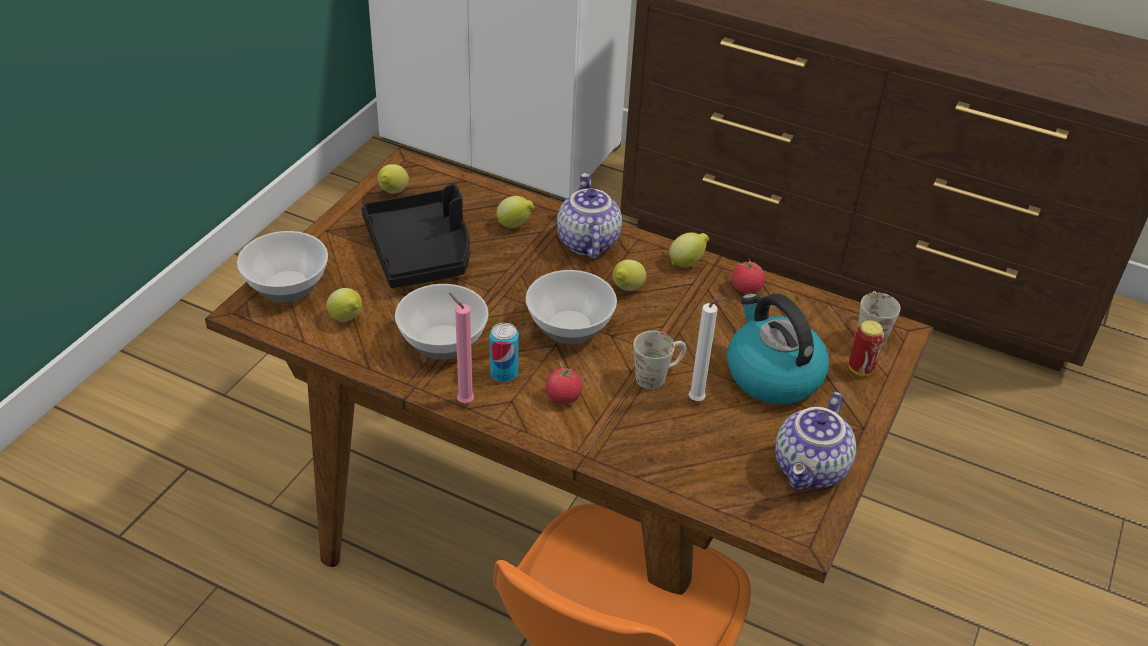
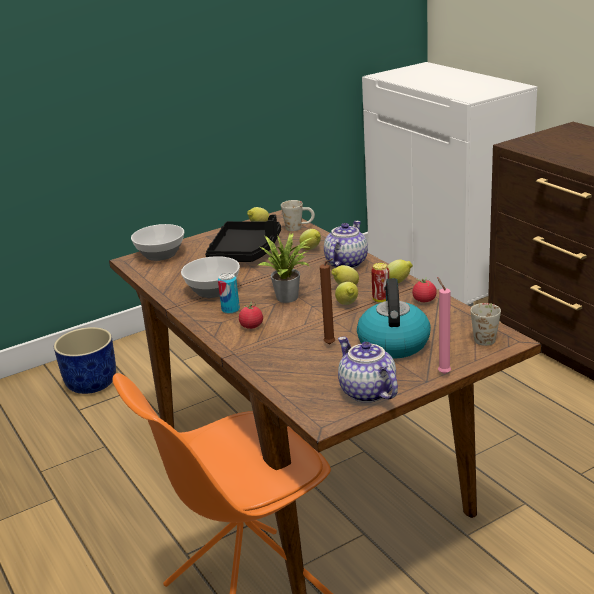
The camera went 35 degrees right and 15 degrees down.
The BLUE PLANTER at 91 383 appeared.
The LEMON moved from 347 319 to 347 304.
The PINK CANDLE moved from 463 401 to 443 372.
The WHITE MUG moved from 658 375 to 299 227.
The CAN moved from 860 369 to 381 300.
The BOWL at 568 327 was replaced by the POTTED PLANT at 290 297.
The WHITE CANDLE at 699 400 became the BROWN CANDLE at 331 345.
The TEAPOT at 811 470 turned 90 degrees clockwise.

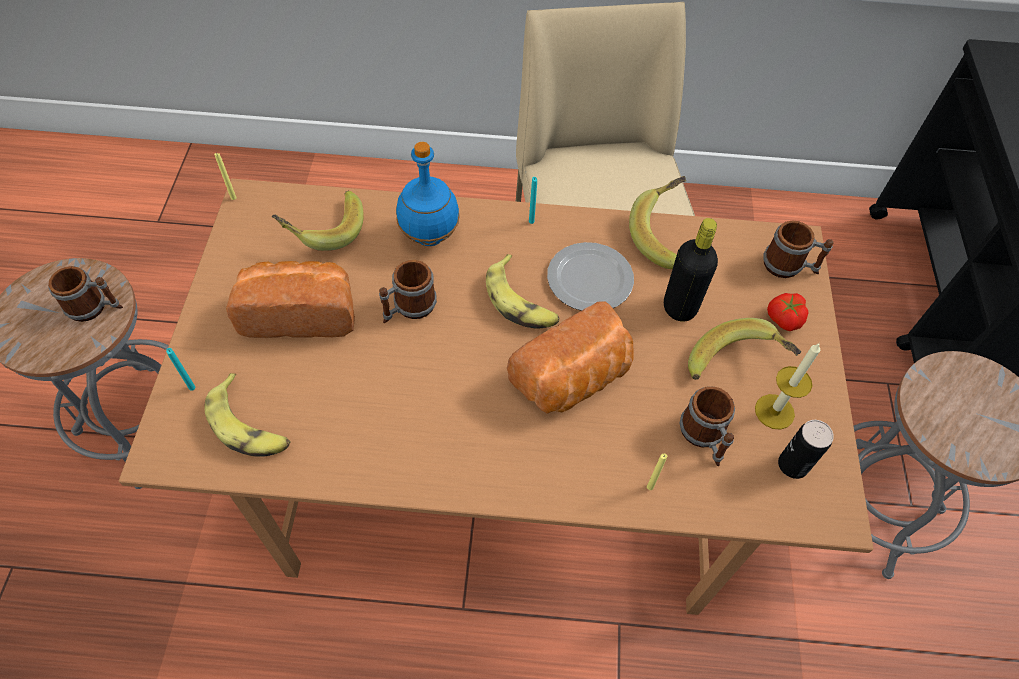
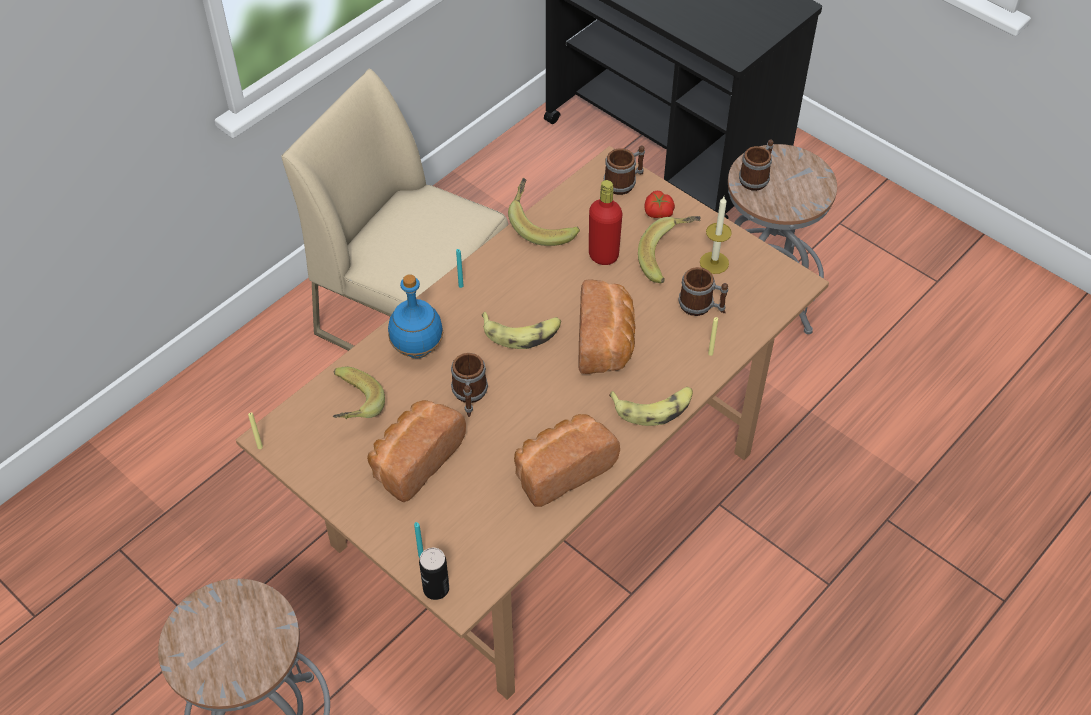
The camera went 50 degrees left and 5 degrees down.
The PLATE at 589 280 disappeared.
The BREAD at 561 469 appeared.
The MUG moved from 95 307 to 756 177.
The BANANA moved from 249 425 to 654 407.
The CAN moved from 793 465 to 436 588.
The BLACK BOTTLE at 679 307 became the RED BOTTLE at 603 255.

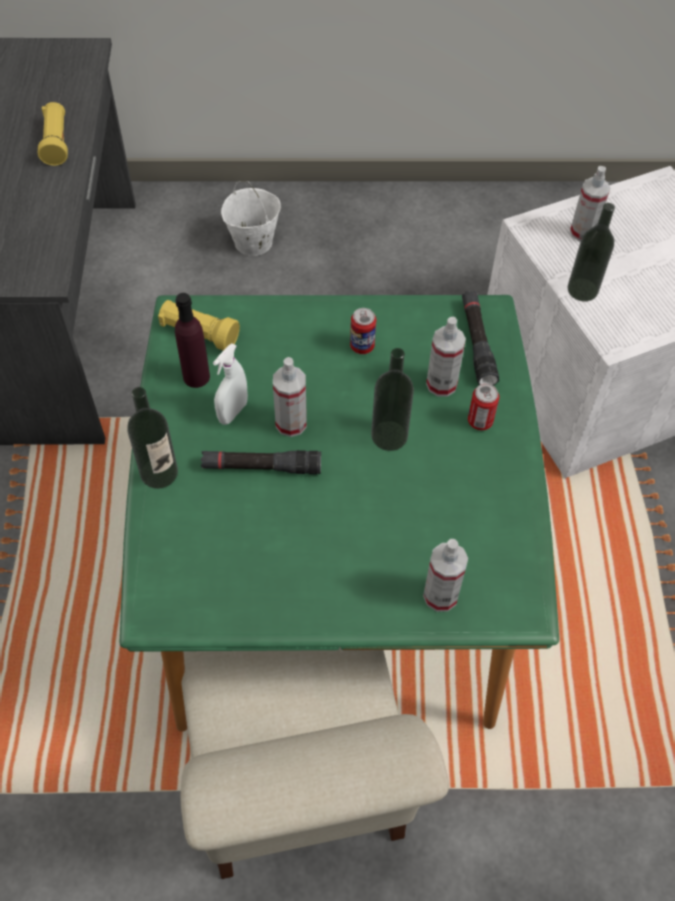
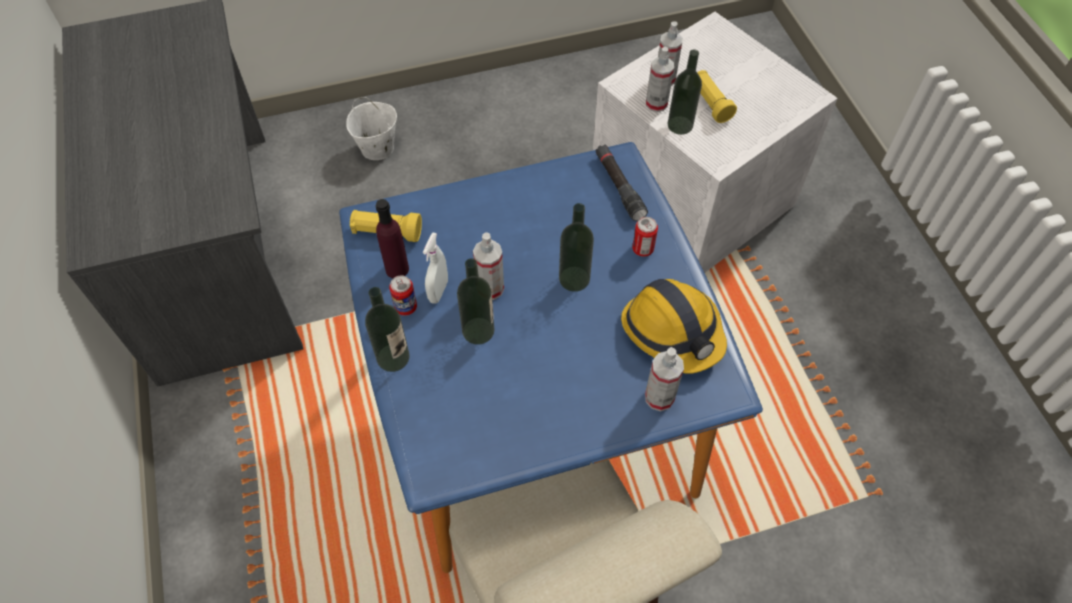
The camera went 15 degrees left and 0 degrees up.
The HARD HAT at 673 331 appeared.
The YELLOW FLASHLIGHT moved from 56 143 to 710 103.
The CAN moved from 362 346 to 406 307.
The SPRAY BOTTLE moved from 441 384 to 656 104.
The BLACK FLASHLIGHT at 261 467 was replaced by the BOTTLE at 478 331.
The GREEN DINING TABLE at 333 585 became the BLUE DINING TABLE at 535 417.

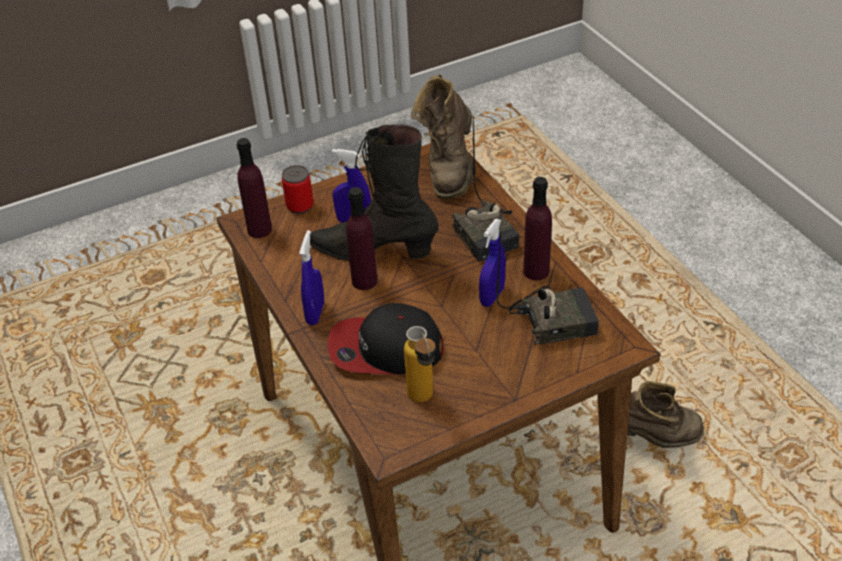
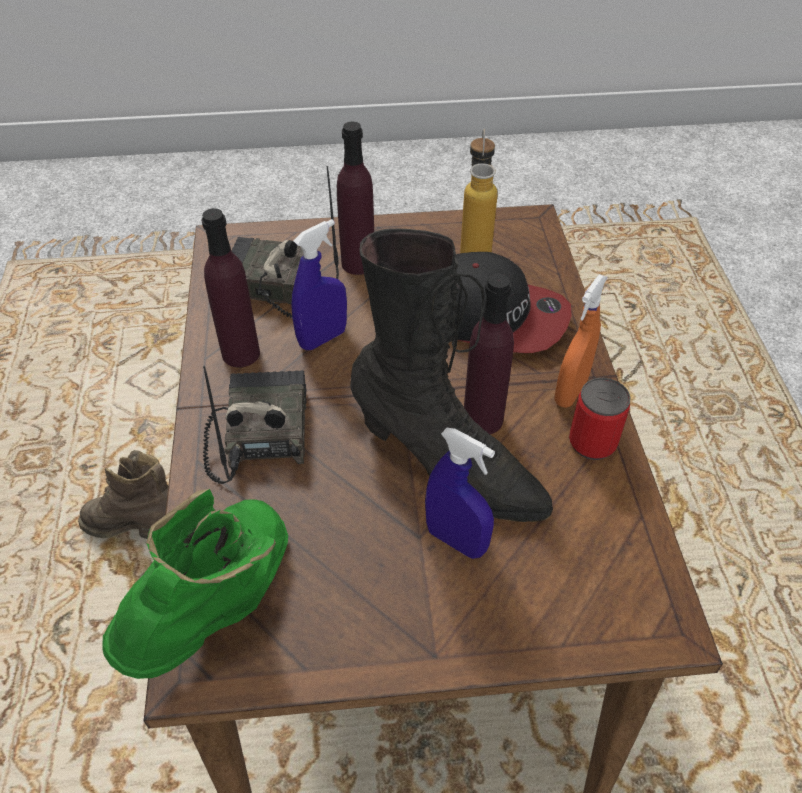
The camera went 160 degrees left and 5 degrees up.
The PURPLE BOTTLE moved from 259 230 to 358 263.
The CAN moved from 300 206 to 592 443.
The BLUE SPRAY BOTTLE at 315 313 became the ORANGE SPRAY BOTTLE at 570 391.
The BROWN BOOT at 449 168 became the GREEN BOOT at 220 609.

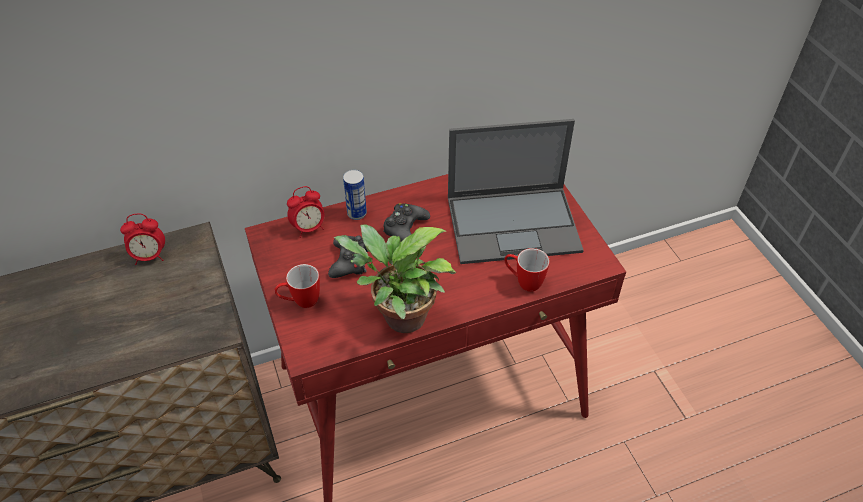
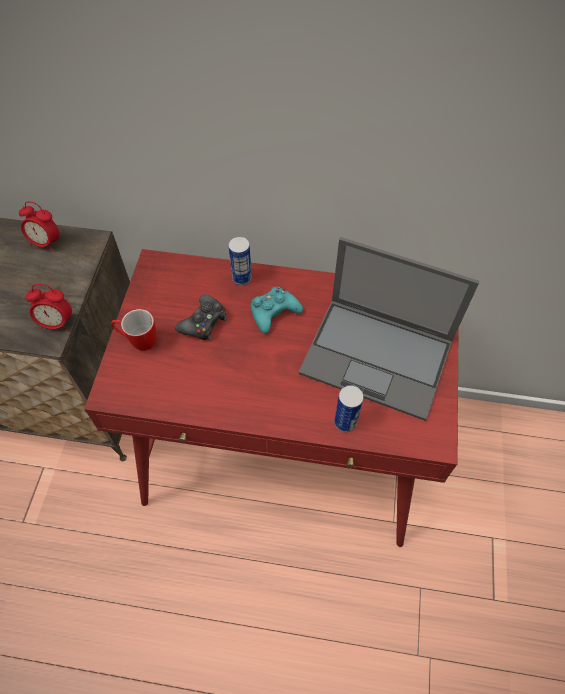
The camera went 30 degrees right and 10 degrees up.
The POTTED PLANT at 399 318 disappeared.
The ALARM CLOCK moved from 309 228 to 57 323.
The MUG at 523 282 was replaced by the CAN at 345 422.
The BLACK GAME CONTROLLER at 405 228 became the TURQUOISE GAME CONTROLLER at 274 312.

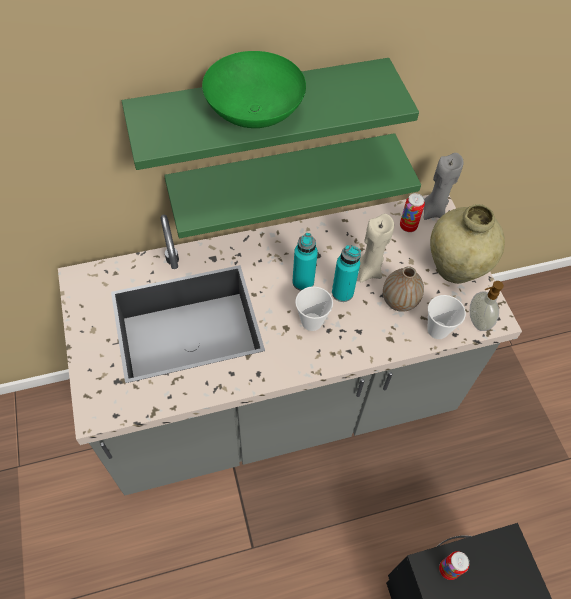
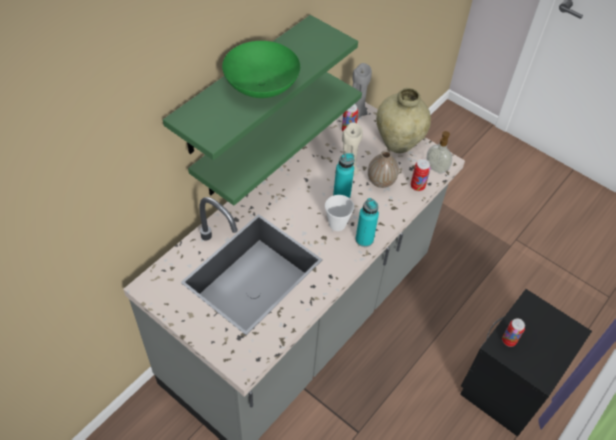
The camera went 35 degrees left and 5 degrees down.
The TURQUOISE BOTTLE moved from 303 282 to 364 239.
The CUP at 437 330 was replaced by the CAN at 417 186.

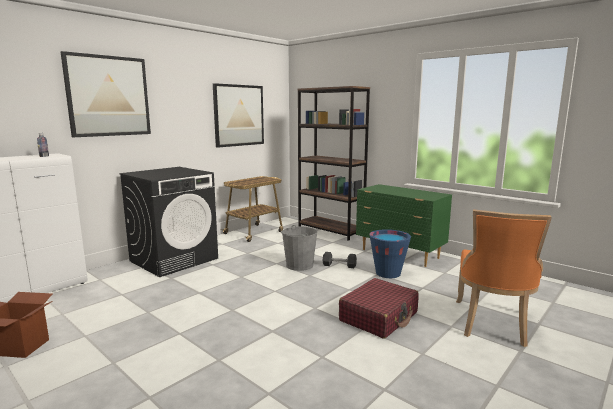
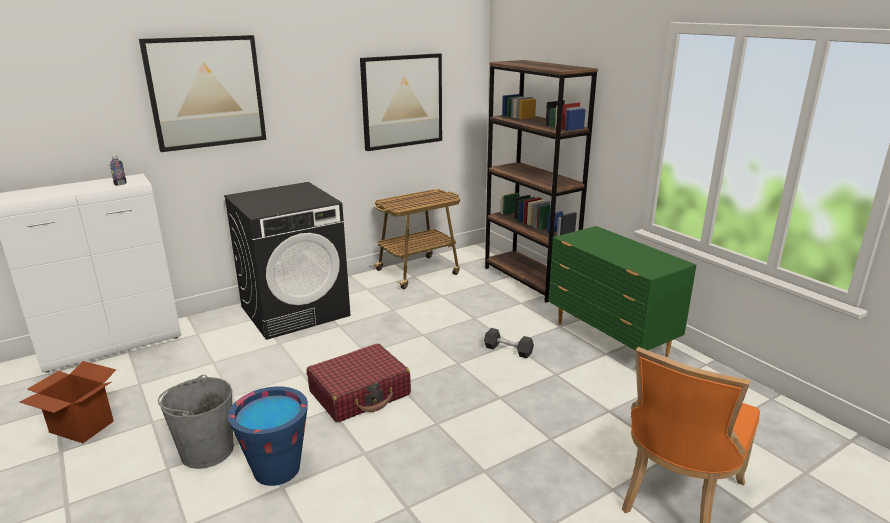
The camera went 15 degrees right and 10 degrees up.
The GREY BUCKET moved from 299 265 to 206 451.
The RED SUITCASE moved from 379 317 to 360 393.
The BLUE BUCKET moved from 388 273 to 277 469.

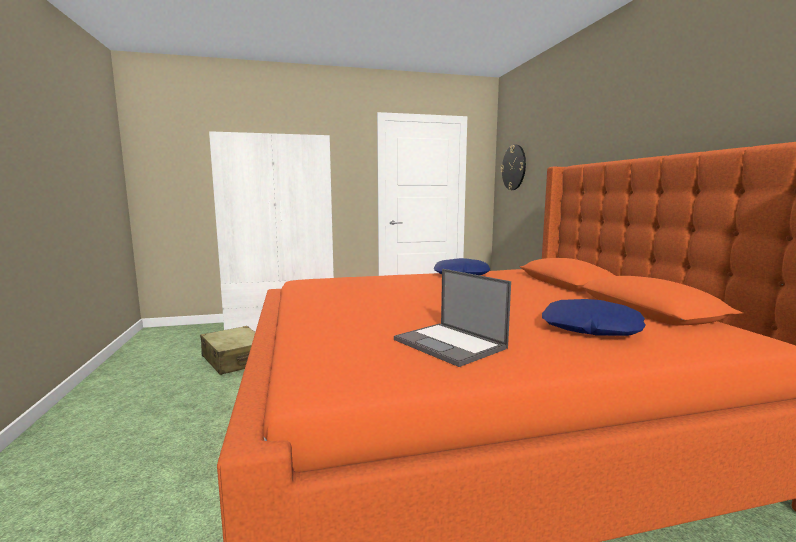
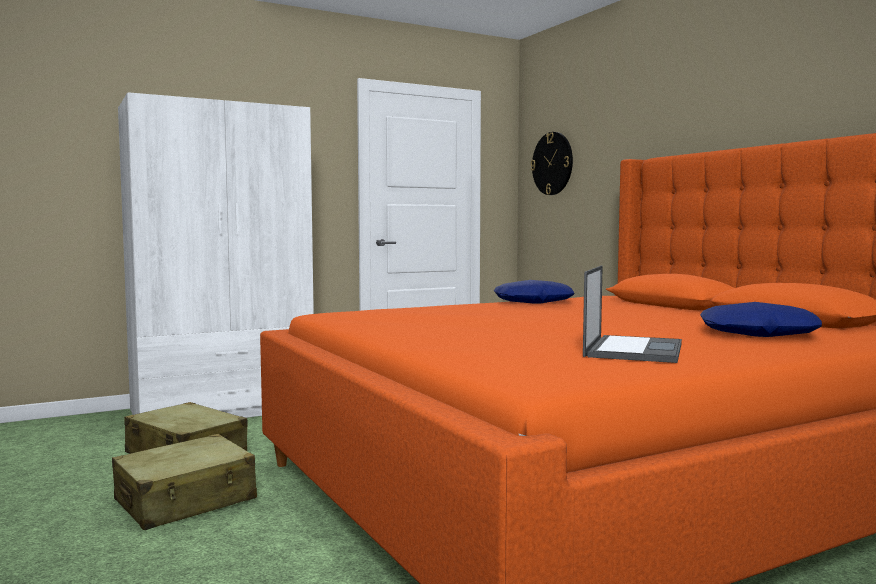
The camera went 15 degrees left and 5 degrees down.
The BEIGE SUITCASE at 186 501 appeared.
The LAPTOP at 451 344 turned 105 degrees counterclockwise.

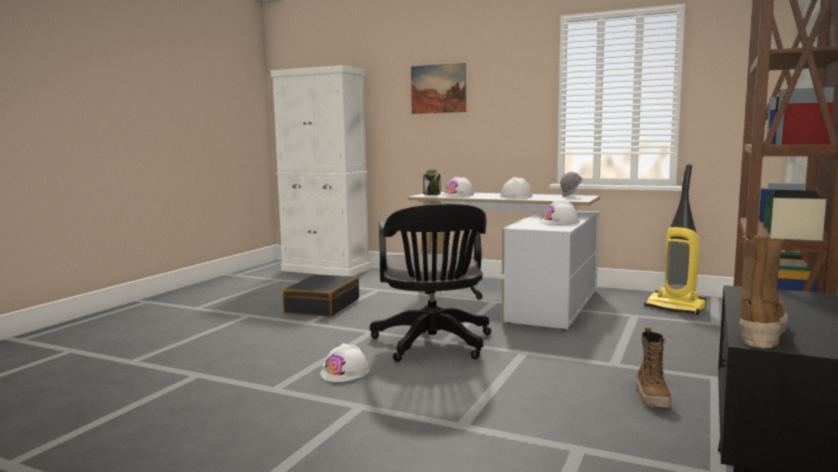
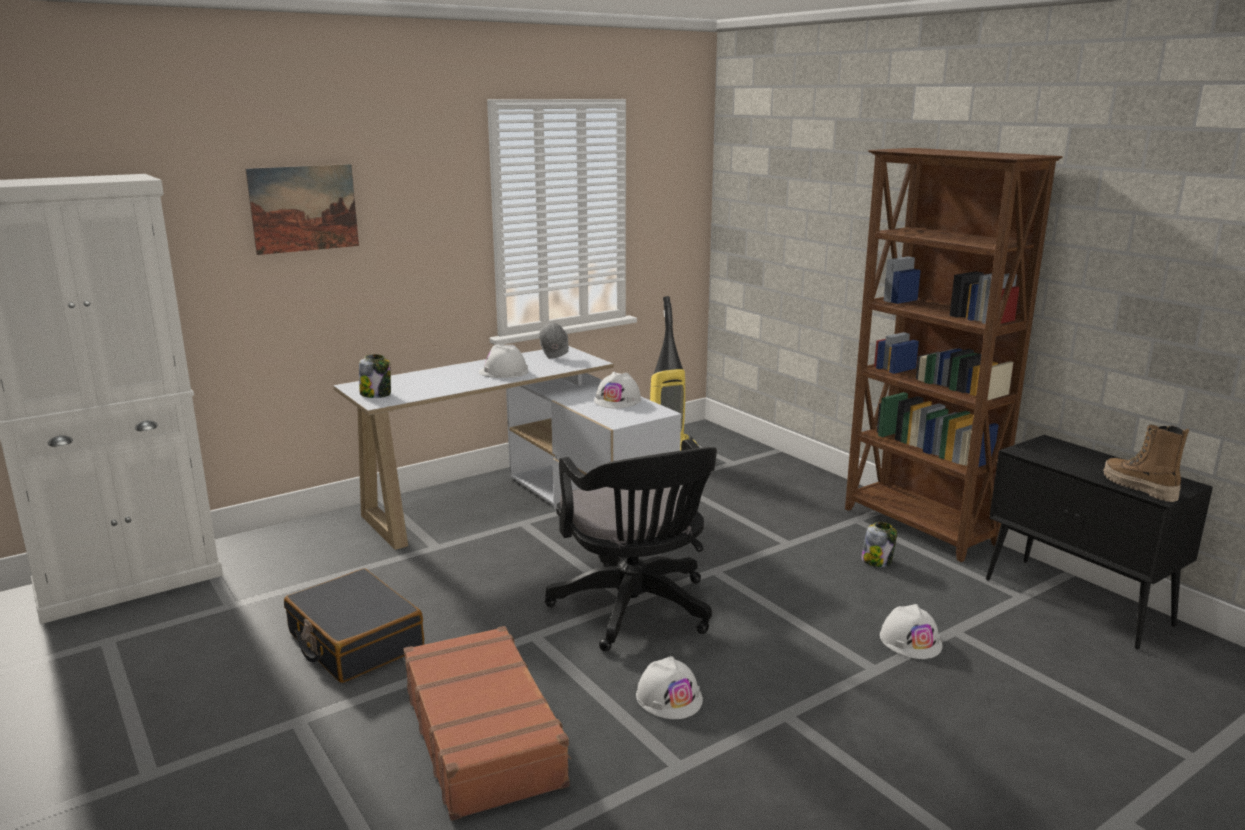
The camera went 60 degrees left and 10 degrees up.
The BROWN SUITCASE at 484 735 appeared.
The WHITE HARD HAT moved from 458 195 to 910 640.
The BOOT at 652 398 was replaced by the JAR at 877 561.
The BLACK OFFICE CHAIR at 433 345 turned 45 degrees clockwise.

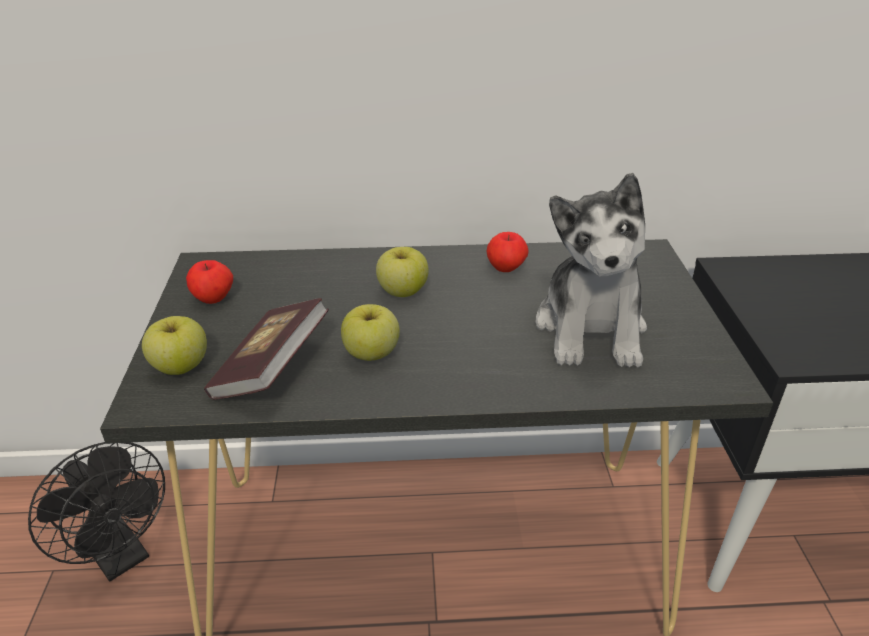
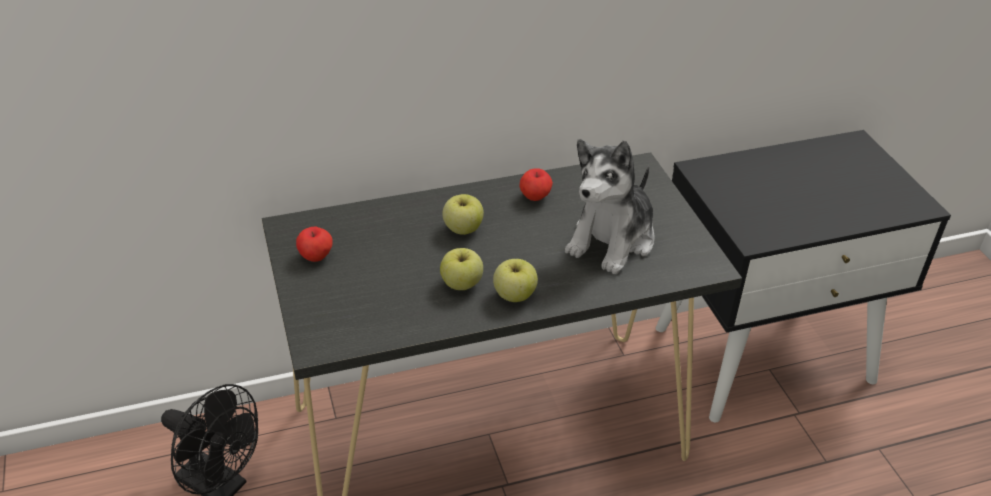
The camera went 15 degrees left and 5 degrees up.
The BOOK at 271 369 disappeared.
The APPLE moved from 180 366 to 514 295.
The PLUSH TOY at 591 328 turned 45 degrees clockwise.

